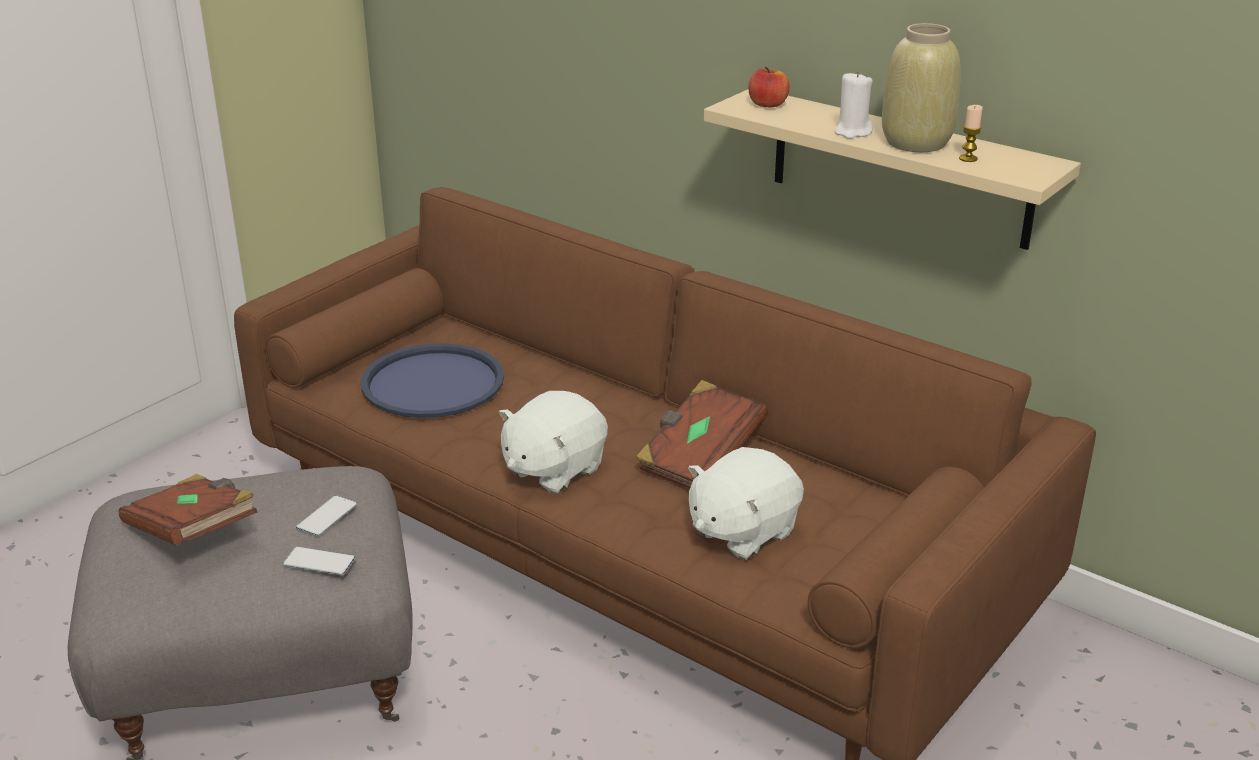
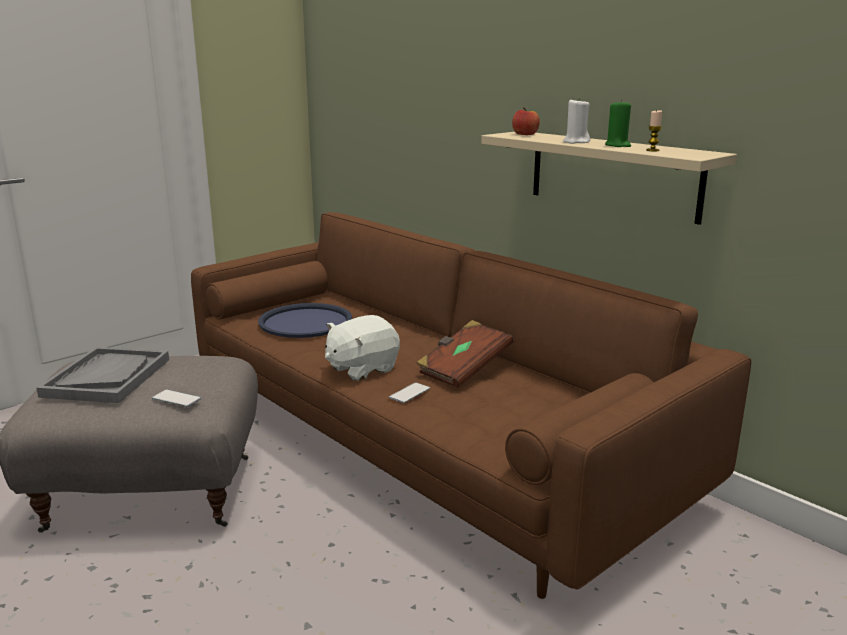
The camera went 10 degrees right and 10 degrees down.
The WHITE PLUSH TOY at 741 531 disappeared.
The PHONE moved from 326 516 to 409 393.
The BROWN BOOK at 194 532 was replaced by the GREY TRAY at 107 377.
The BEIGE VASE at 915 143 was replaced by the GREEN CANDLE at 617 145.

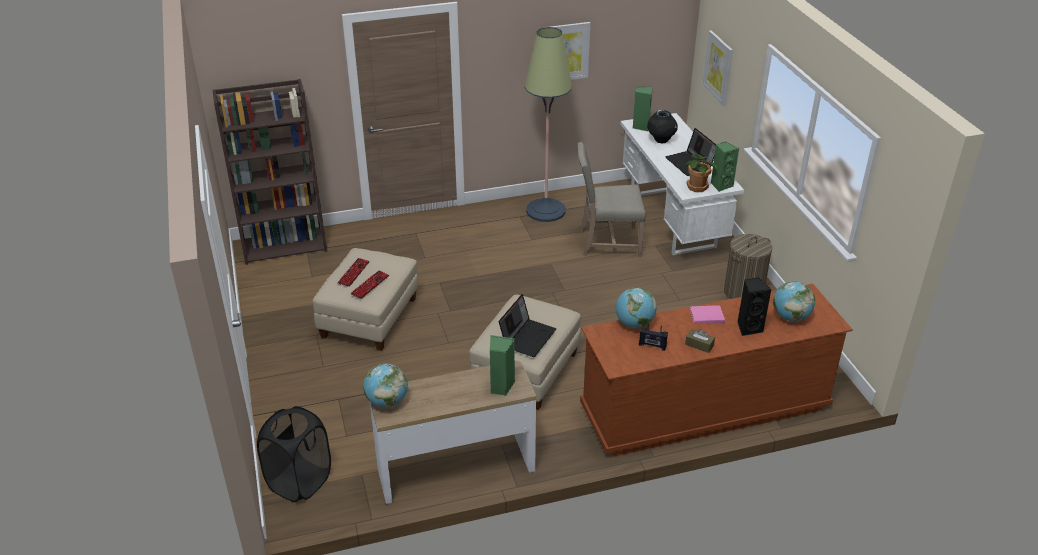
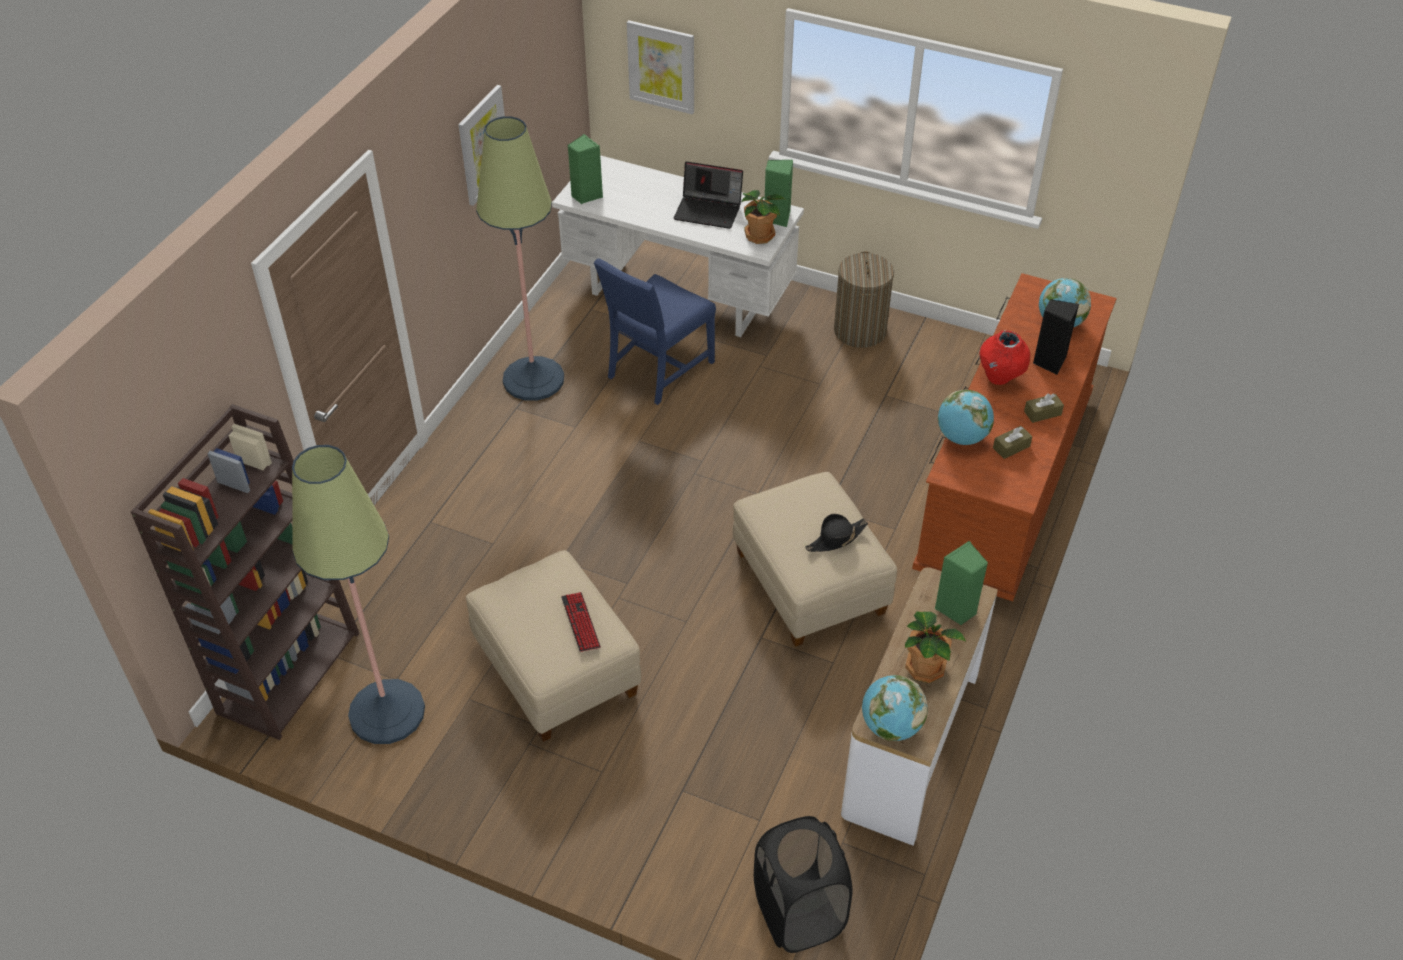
The camera went 50 degrees left and 10 degrees up.
The KEYBOARD at 353 273 disappeared.
The BLACK VASE at 661 140 disappeared.
The FLOOR LAMP at 387 712 appeared.
The POTTED PLANT at 925 667 appeared.
The LAPTOP at 527 337 was replaced by the BLACK HAT at 836 539.
The RADIO at 652 345 was replaced by the BROWN TISSUE BOX at 1011 447.
The PINK BOOK at 705 315 was replaced by the RED VASE at 1000 377.
The BEIGE CHAIR at 607 242 became the BLUE CHAIR at 657 370.

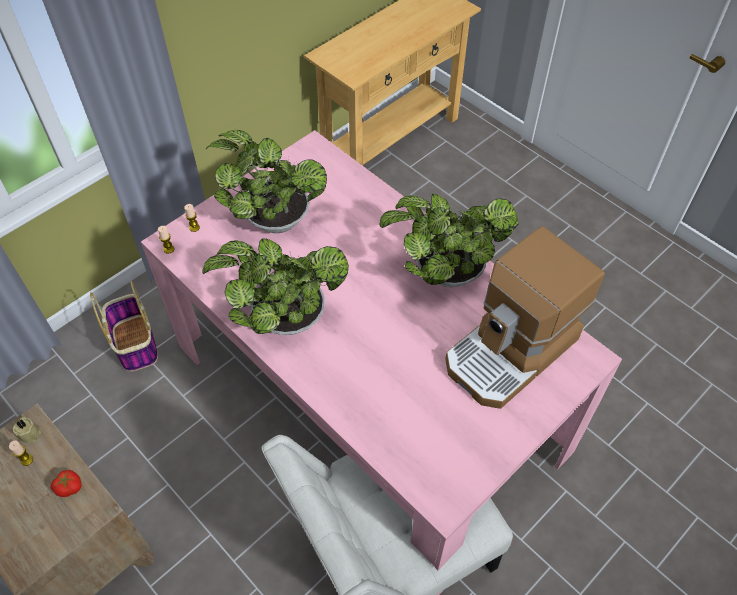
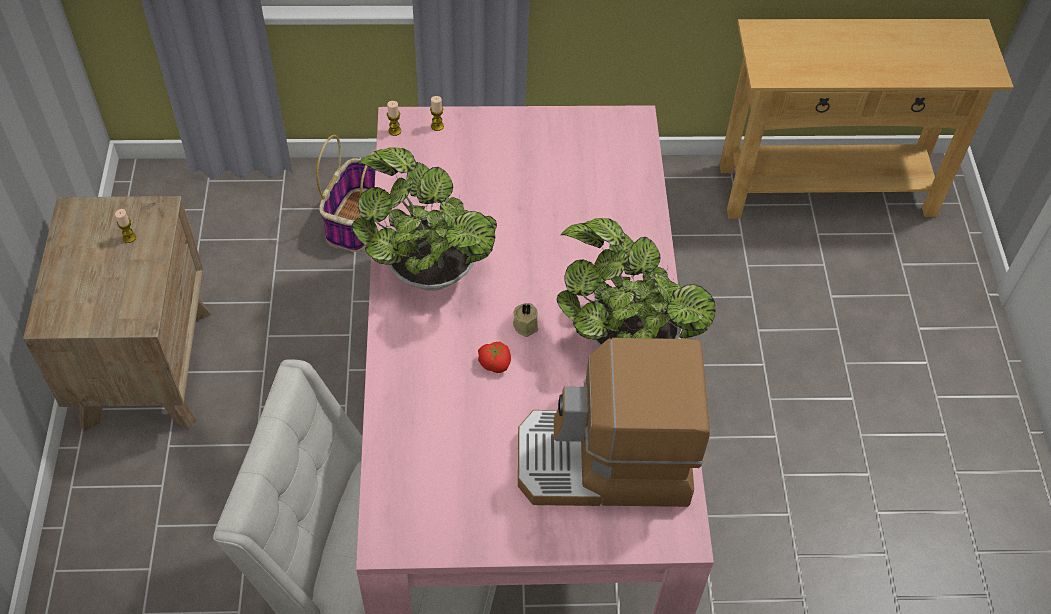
The camera went 40 degrees right and 0 degrees up.
The POTTED PLANT at 273 219 disappeared.
The BEIGE CANDLE moved from 30 433 to 526 325.
The TOMATO moved from 69 486 to 495 362.

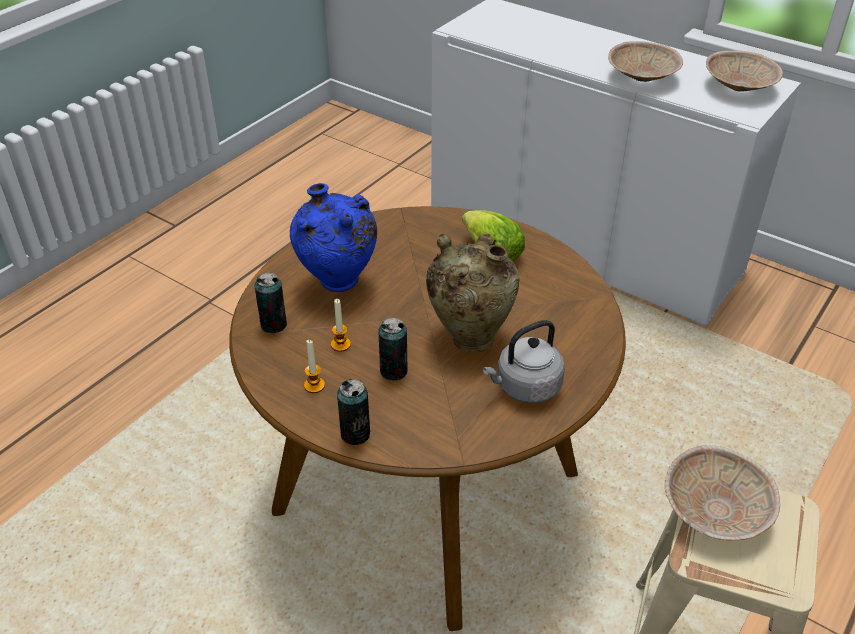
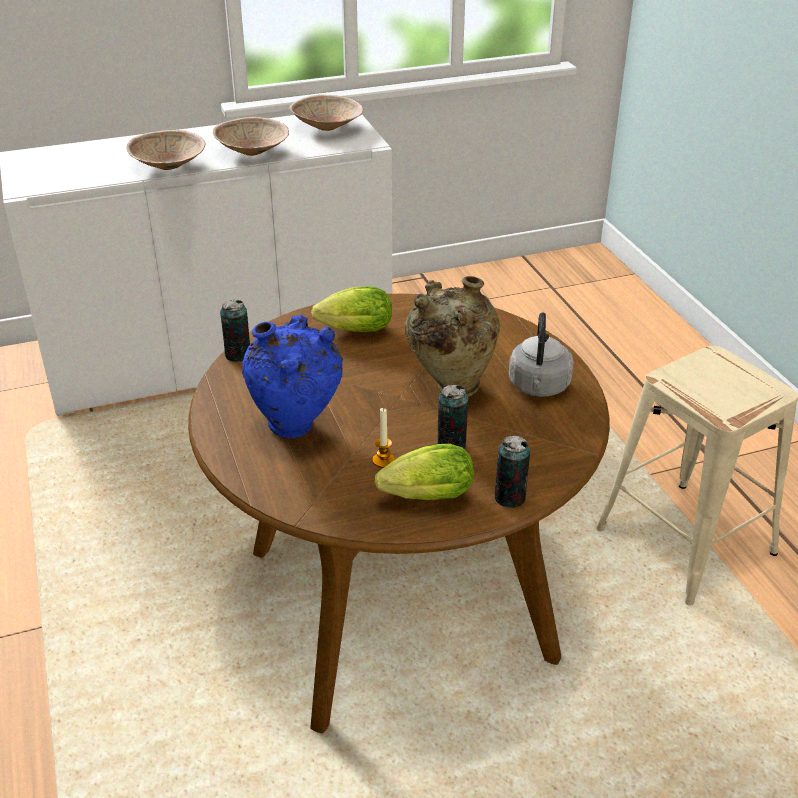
The camera went 55 degrees left and 5 degrees down.
The CAN moved from 273 325 to 238 355.
The BEIGE BOWL moved from 715 511 to 169 167.
The CANDLE at 314 385 was replaced by the LETTUCE at 423 498.

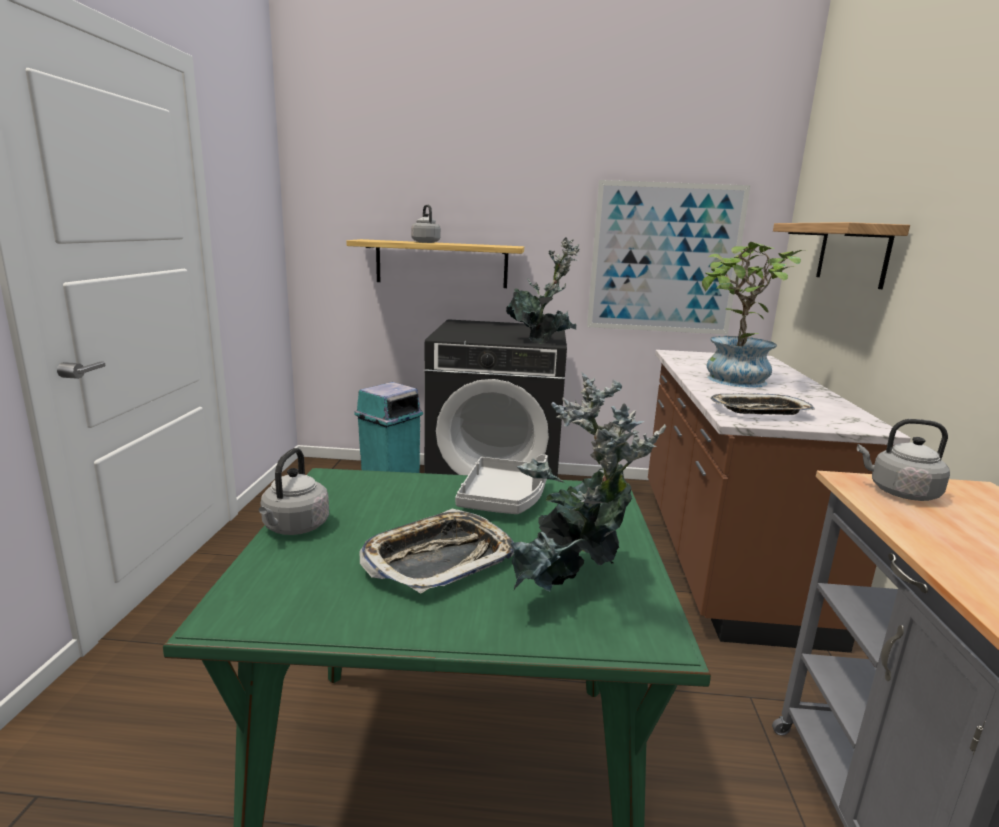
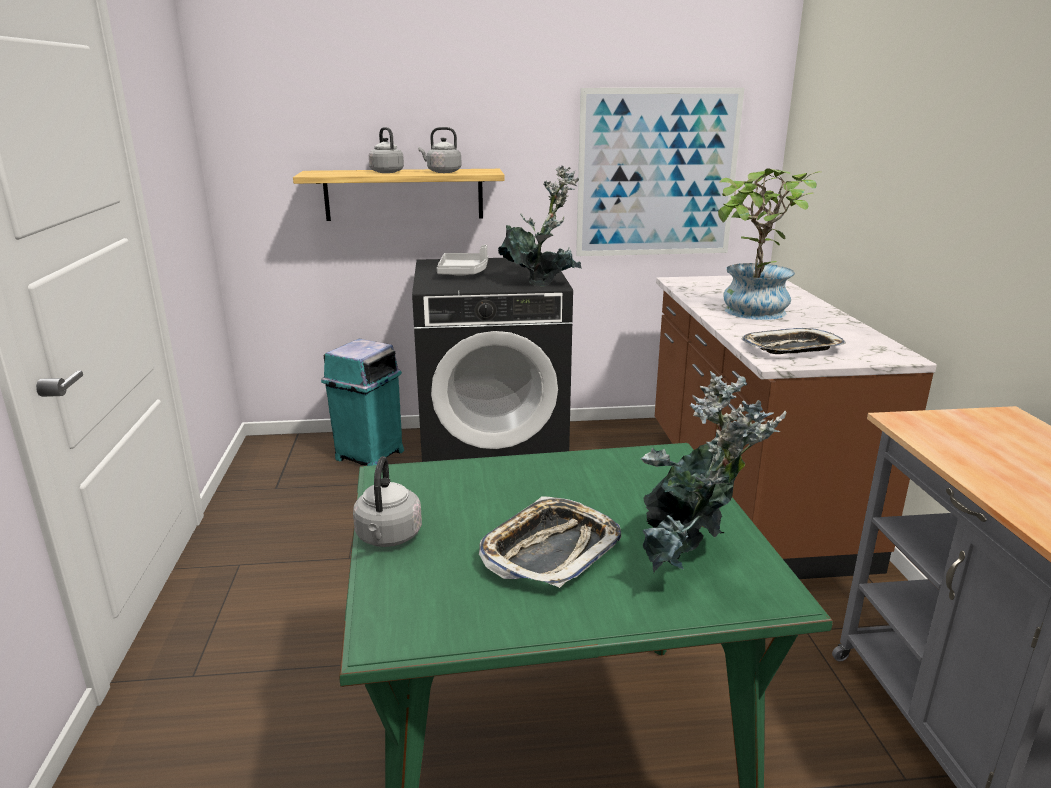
The camera went 10 degrees left and 5 degrees up.
The SHELF at 852 254 disappeared.
The GREY TRAY moved from 504 499 to 463 273.
The GREY KETTLE moved from 899 492 to 442 172.

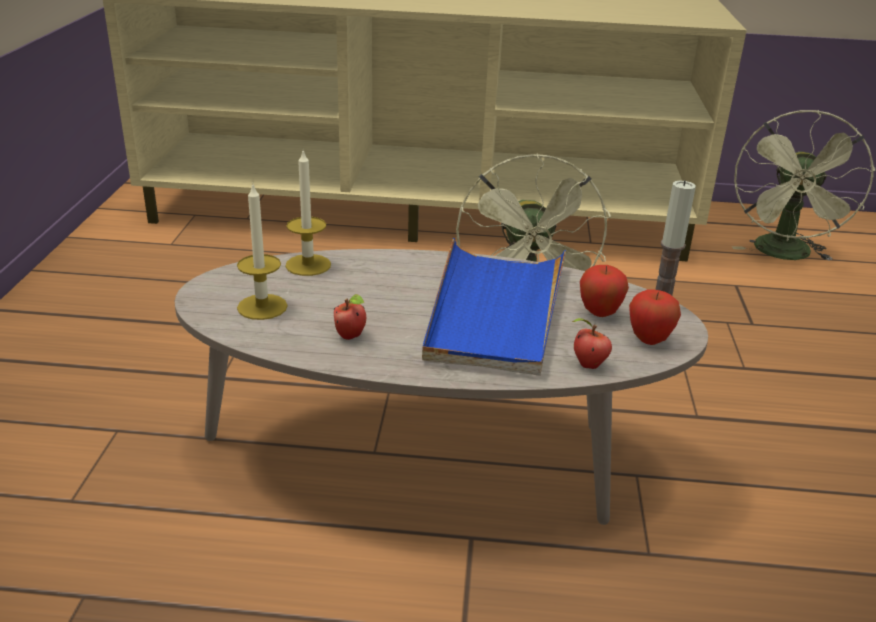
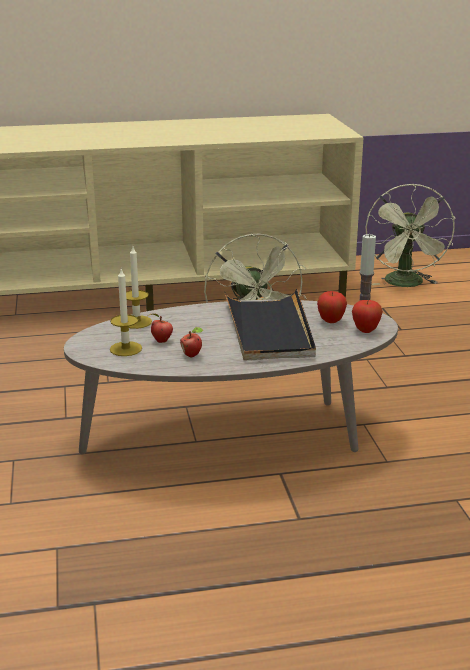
The camera went 15 degrees left and 5 degrees down.
The APPLE moved from 587 365 to 161 341.
The BLUE TRAY at 495 311 became the BLACK TRAY at 269 329.

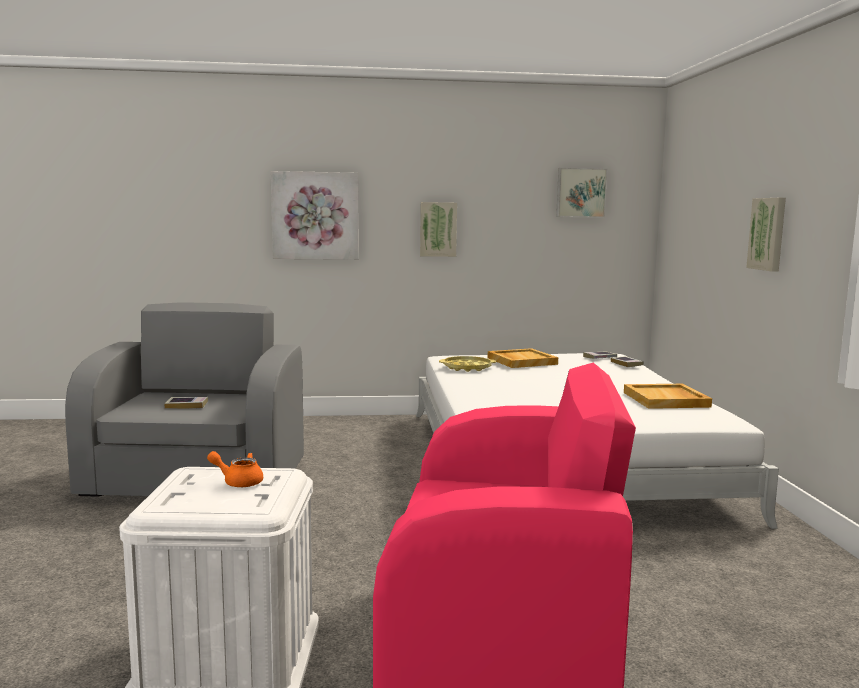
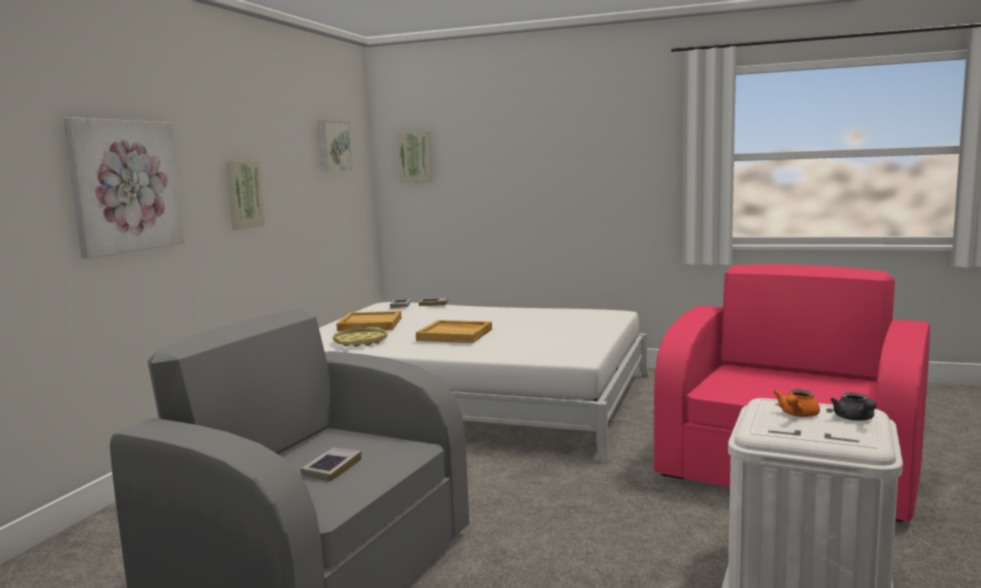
The camera went 65 degrees left and 0 degrees up.
The GREY TEAPOT at 855 419 appeared.
The BEIGE TRAY moved from 666 400 to 455 335.
The PICTURE moved from 768 234 to 416 157.

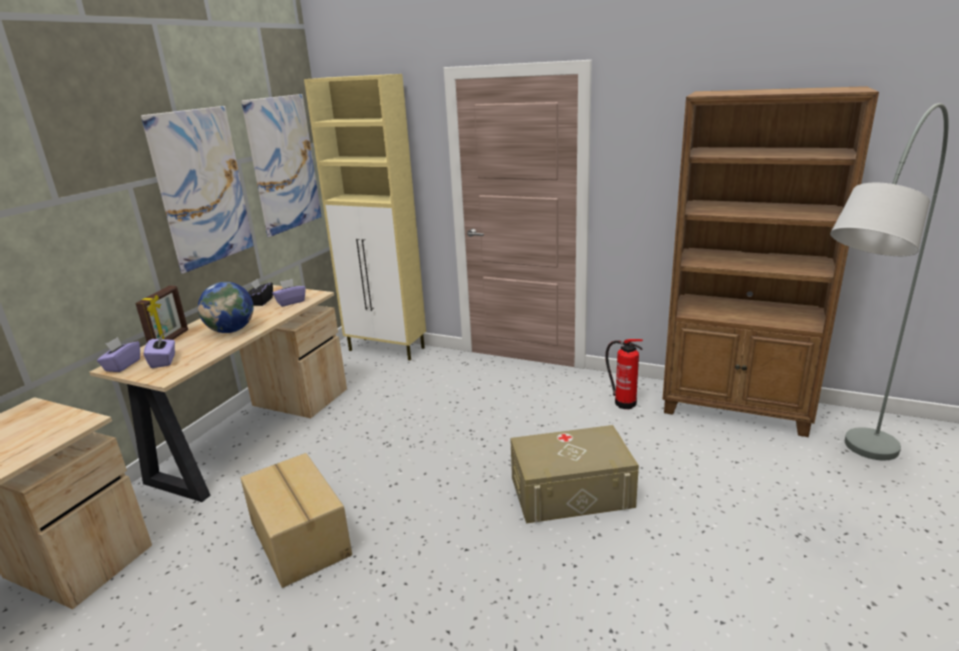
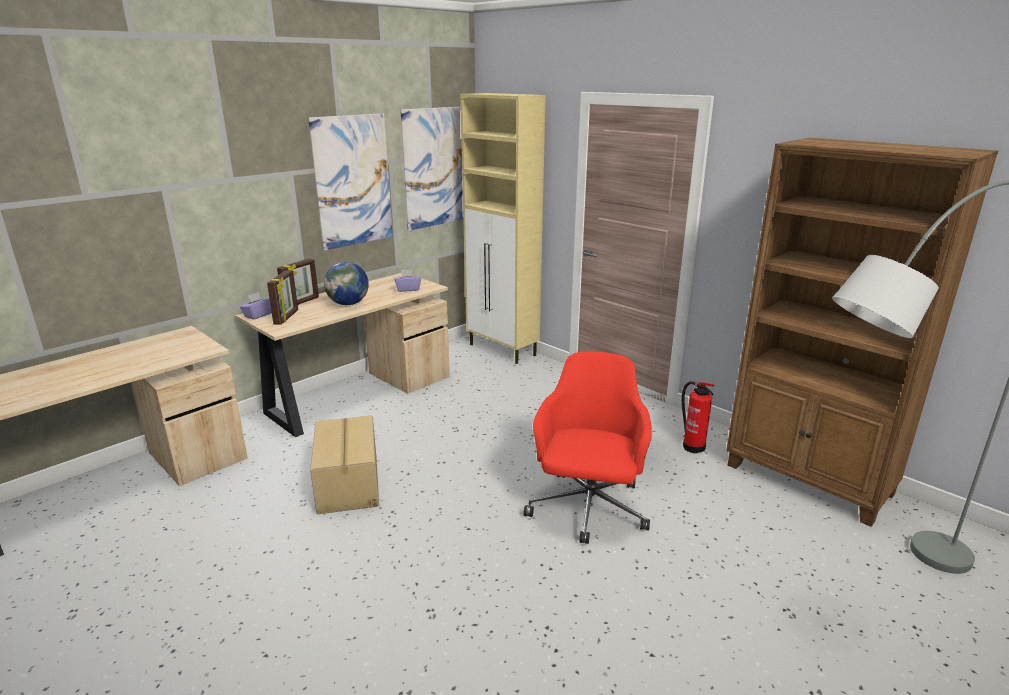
The camera went 20 degrees right and 0 degrees up.
The BLACK TISSUE BOX at 261 301 disappeared.
The PURPLE TISSUE BOX at 164 361 was replaced by the PICTURE FRAME at 287 317.
The BEIGE STORAGE BOX at 571 492 was replaced by the RED OFFICE CHAIR at 588 509.

